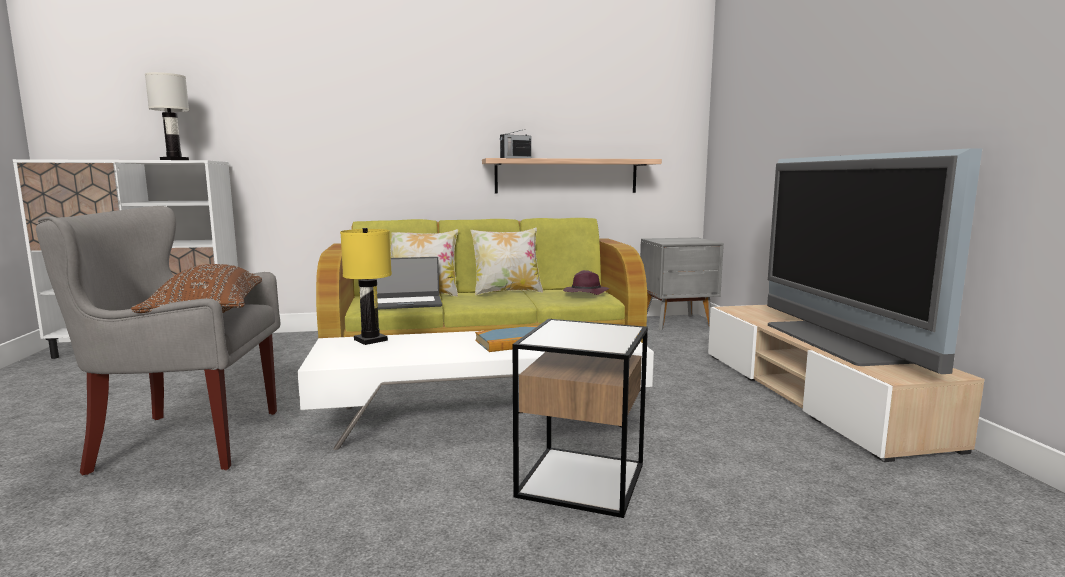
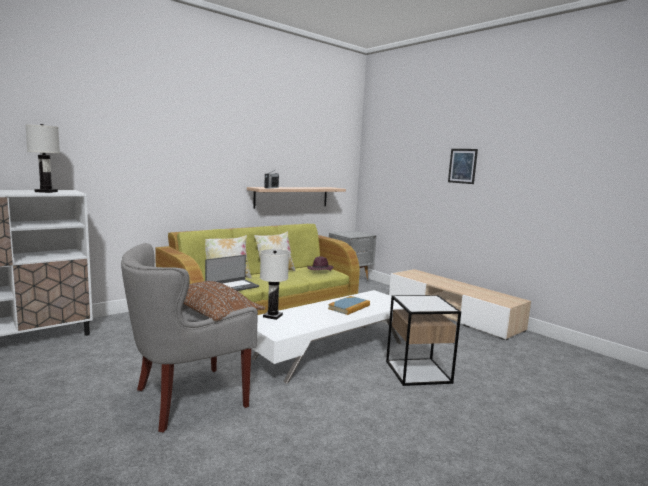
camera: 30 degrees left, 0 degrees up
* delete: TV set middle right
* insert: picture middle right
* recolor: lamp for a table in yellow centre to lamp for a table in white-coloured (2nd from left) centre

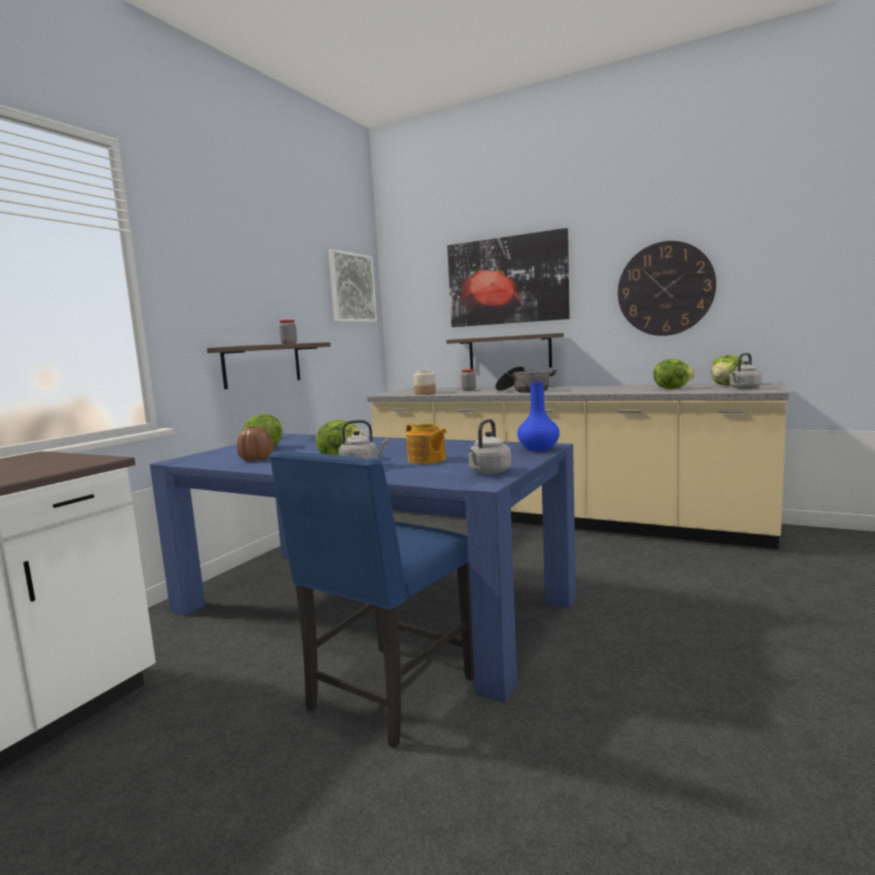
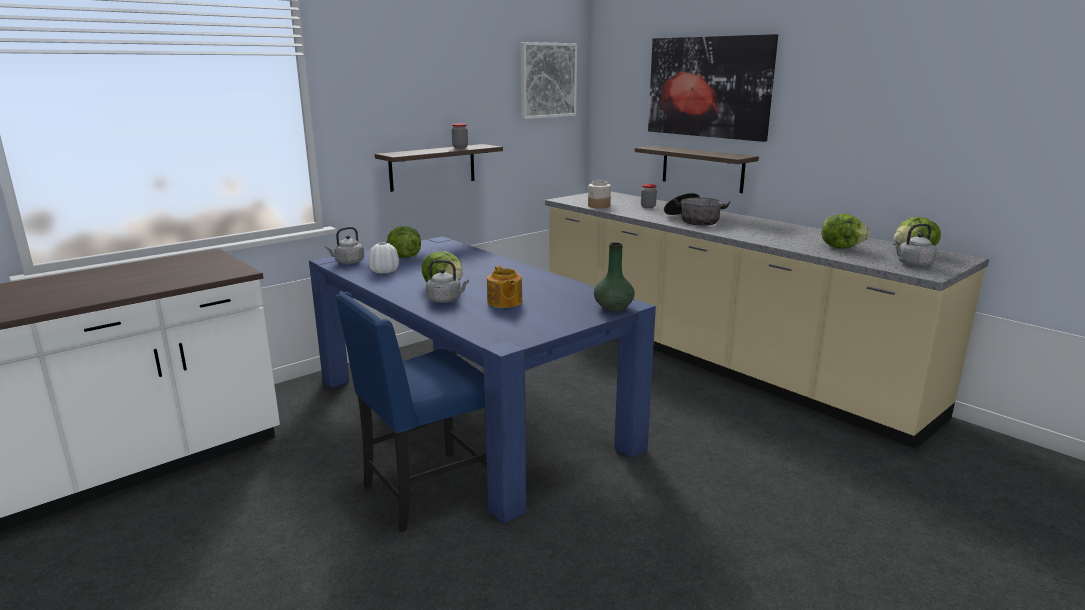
camera: 20 degrees right, 10 degrees up
* delete: clock on the wall top right
* move: tea kettle in grey (2nd from left in the first image) centre to tea kettle in grey (1st from left) middle left
* recolor: flower vase in brownish middle left to flower vase in white-coloured centre
* recolor: flower vase in blue-coloured centre to flower vase in green-coloured centre

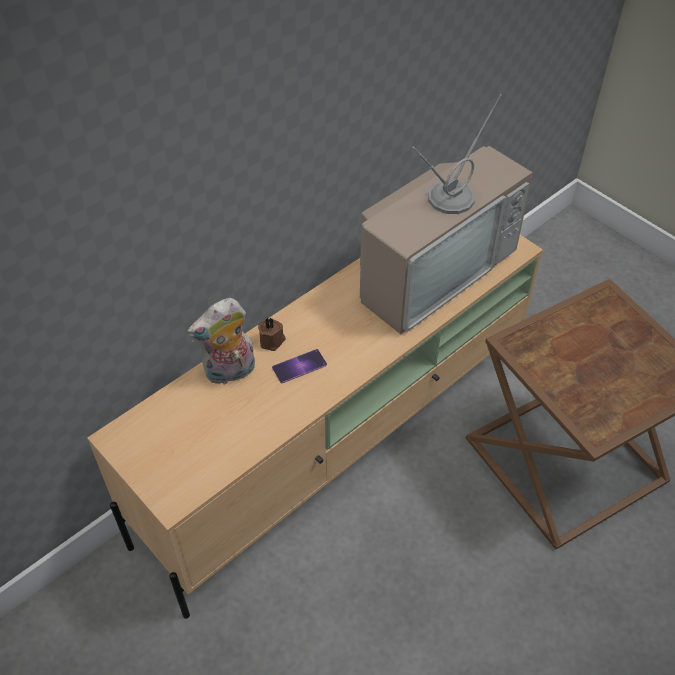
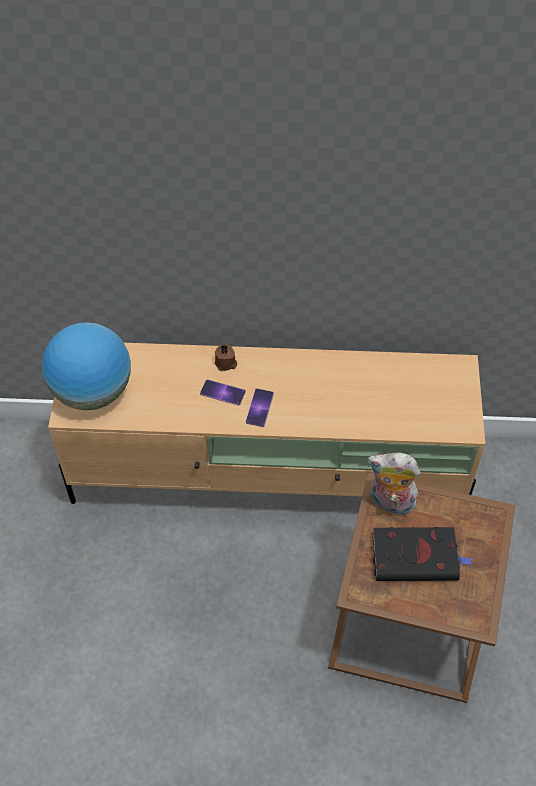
camera: 45 degrees right, 5 degrees up
* delete: TV set top centre
* insert: world globe middle left
* insert: telephone (2nd from left) centre
* insert: volume in black bottom right
* move: plush toy middle left to middle right

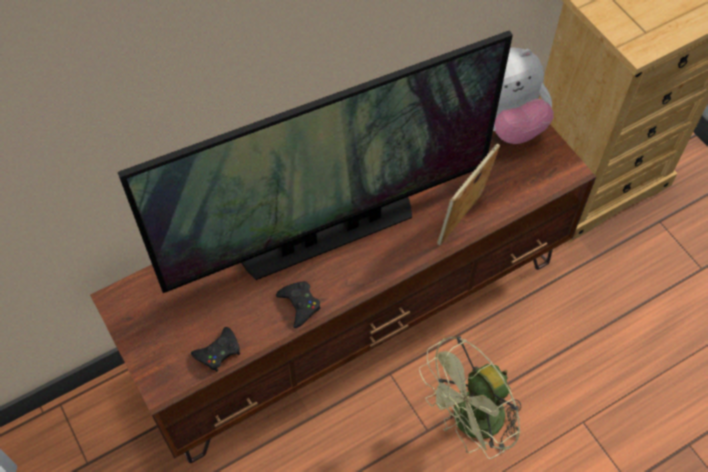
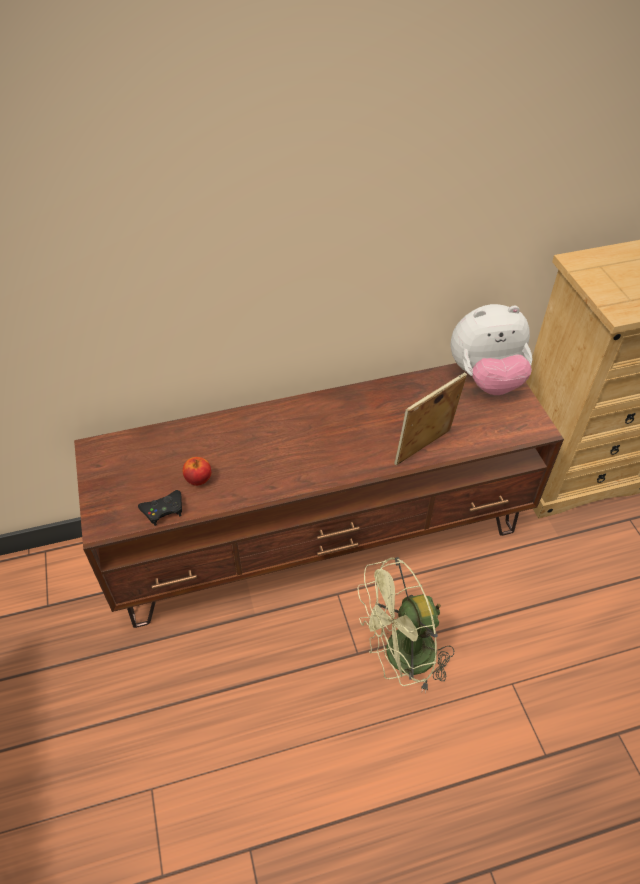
camera: 15 degrees right, 10 degrees down
* delete: TV set centre
* delete: joypad in black (2nd from left) centre
* insert: whole apple middle left

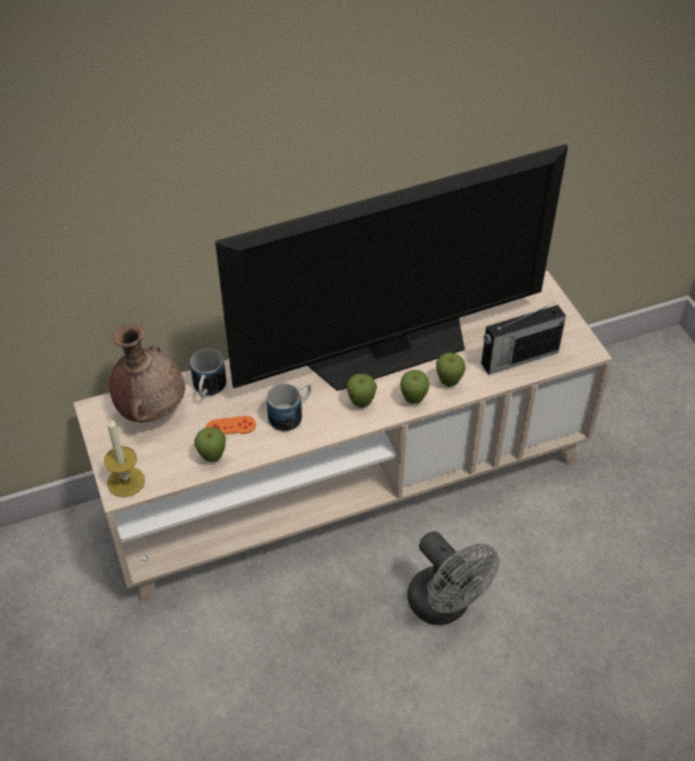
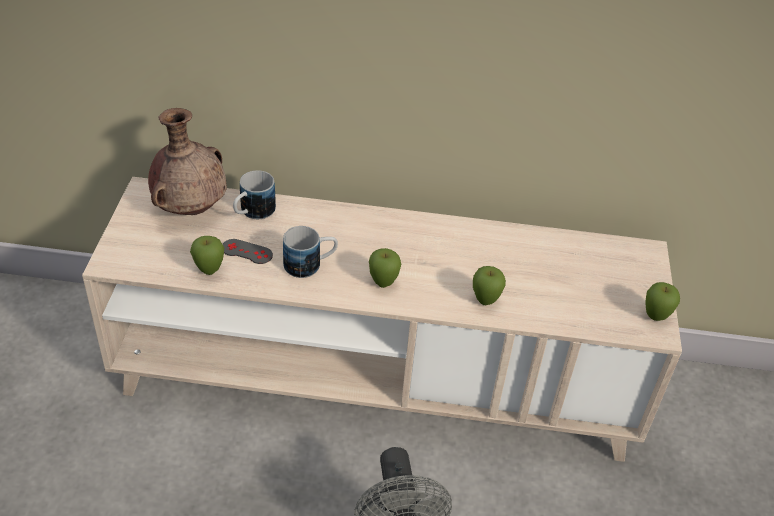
camera: 25 degrees right, 5 degrees down
* delete: wax light middle left
* delete: TV set centre
* delete: radio set middle right
* move: whole apple (3rd from left in the first image) centre to whole apple (4th from left) middle right
* recolor: joypad in orangey middle left to joypad in grey middle left

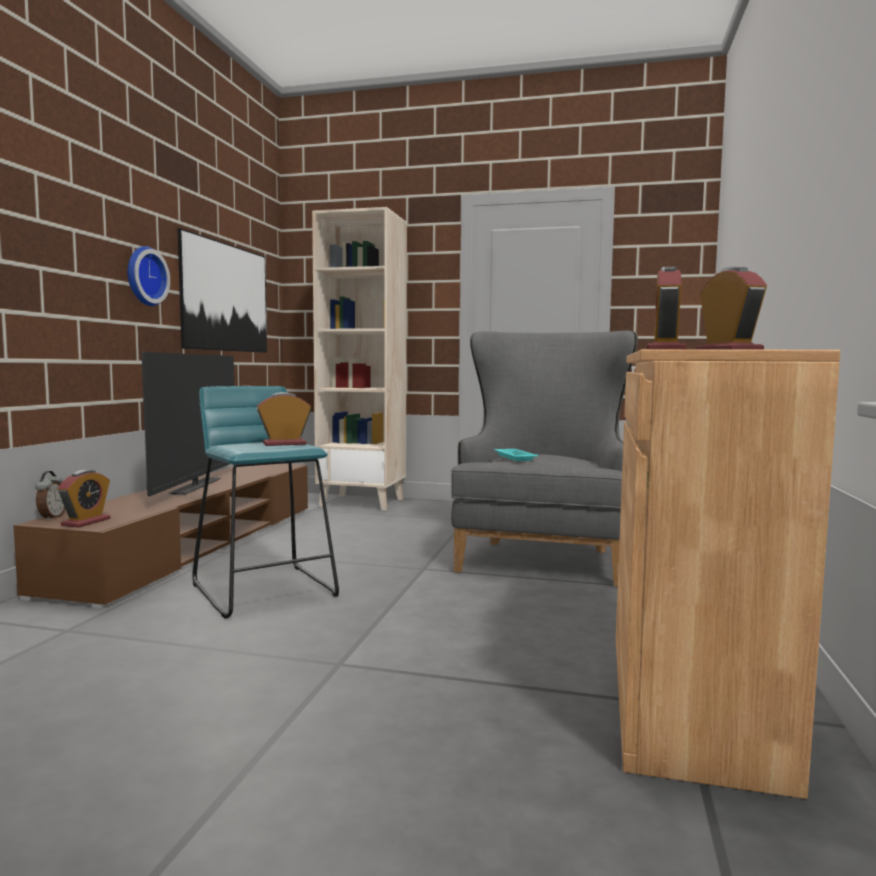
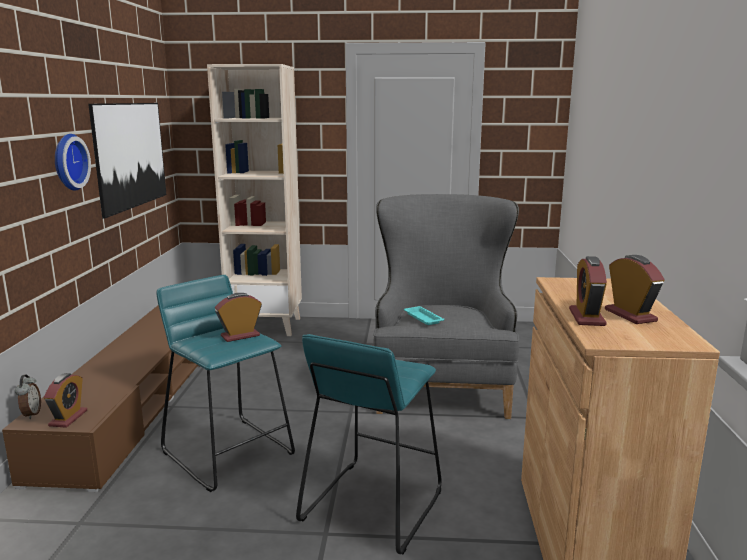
camera: 10 degrees left, 10 degrees up
* delete: TV set middle left
* insert: stool seat in turquoise (2nd from left) bottom centre

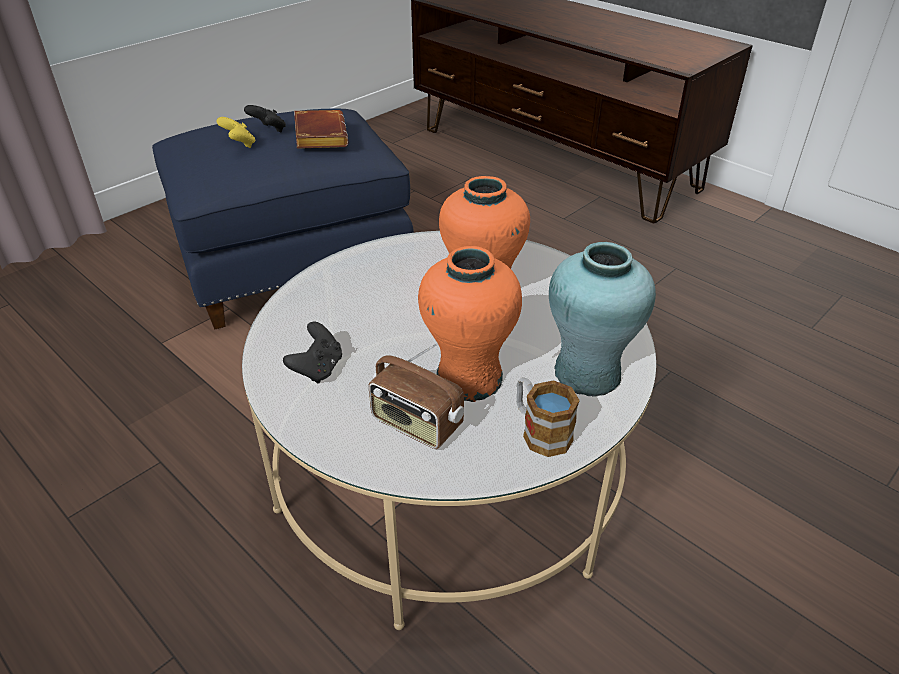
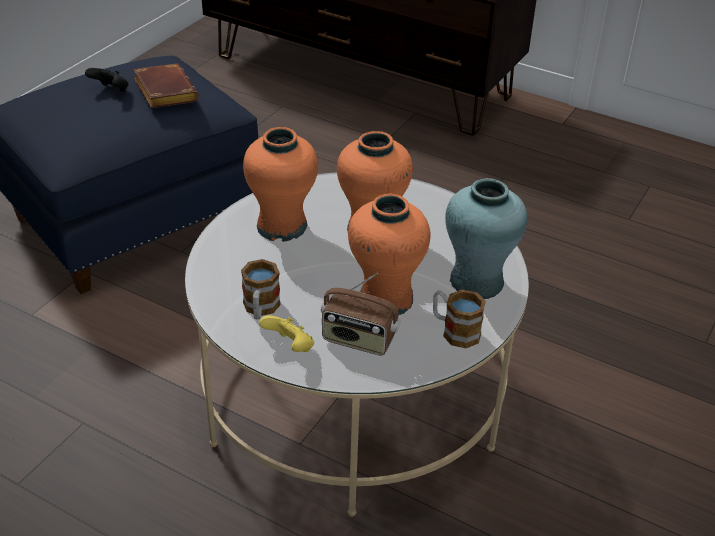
camera: 15 degrees left, 0 degrees up
* insert: flower vase in orangey (1st from left) centre
* move: joypad in yellow top left to centre
* replace: joypad in black (2nd from left) centre to mug (1st from left) centre

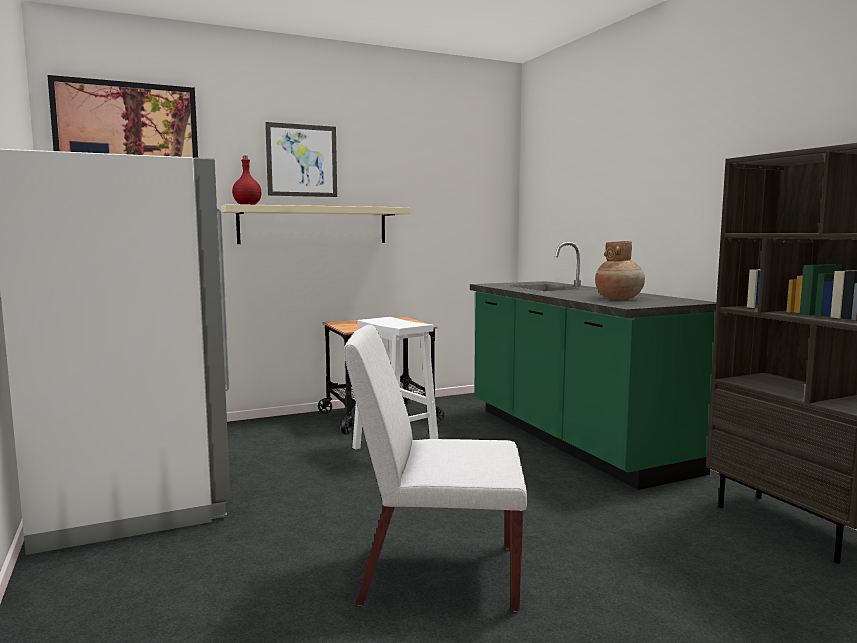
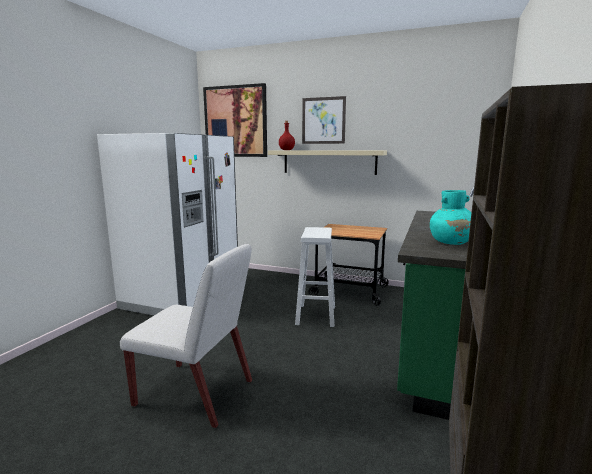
camera: 45 degrees right, 5 degrees up
* recolor: flower vase in brownish middle right to flower vase in turquoise middle right
* rotate: plain chair in white-coloured bottom centre = bottom left 150 degrees clockwise

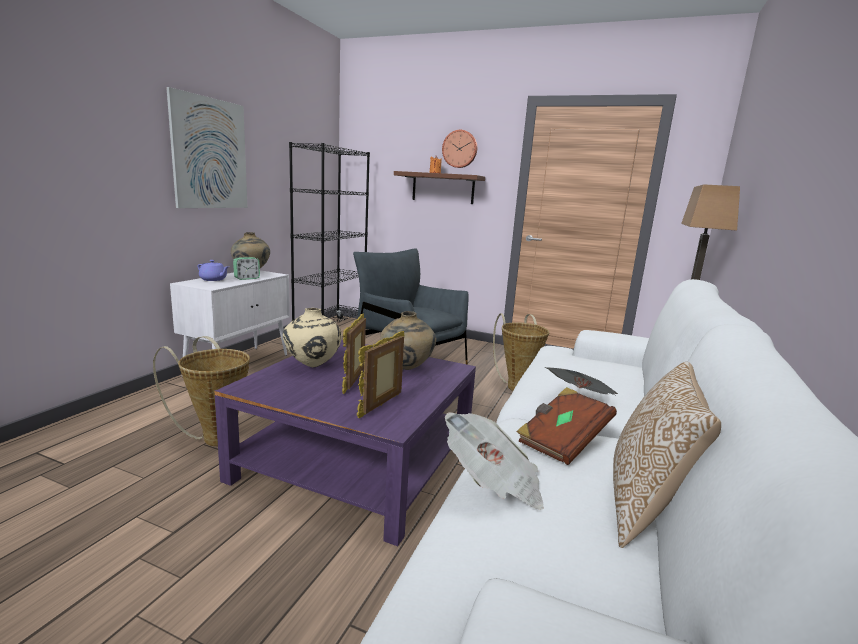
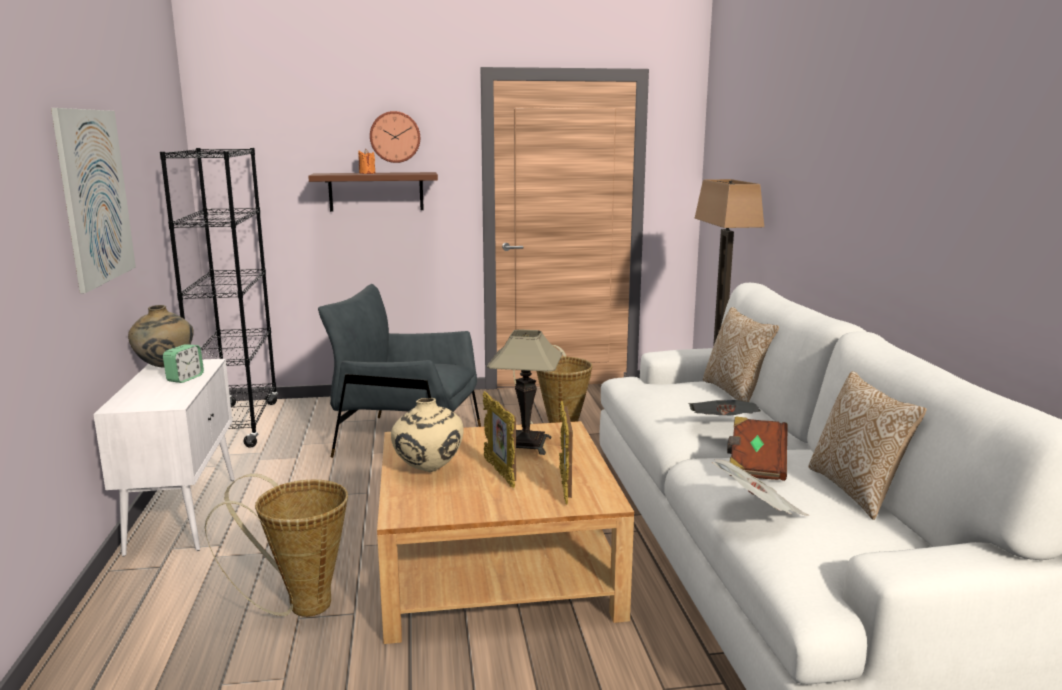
camera: 30 degrees left, 0 degrees up
* delete: tea pot in purplish middle left
* insert: pillow (1st from left) middle right
* replace: flower vase in sand-coloured (3rd from left) centre to lamp for a table centre
* recolor: lounge table in purplish bottom centre to lounge table in sand-coloured bottom centre

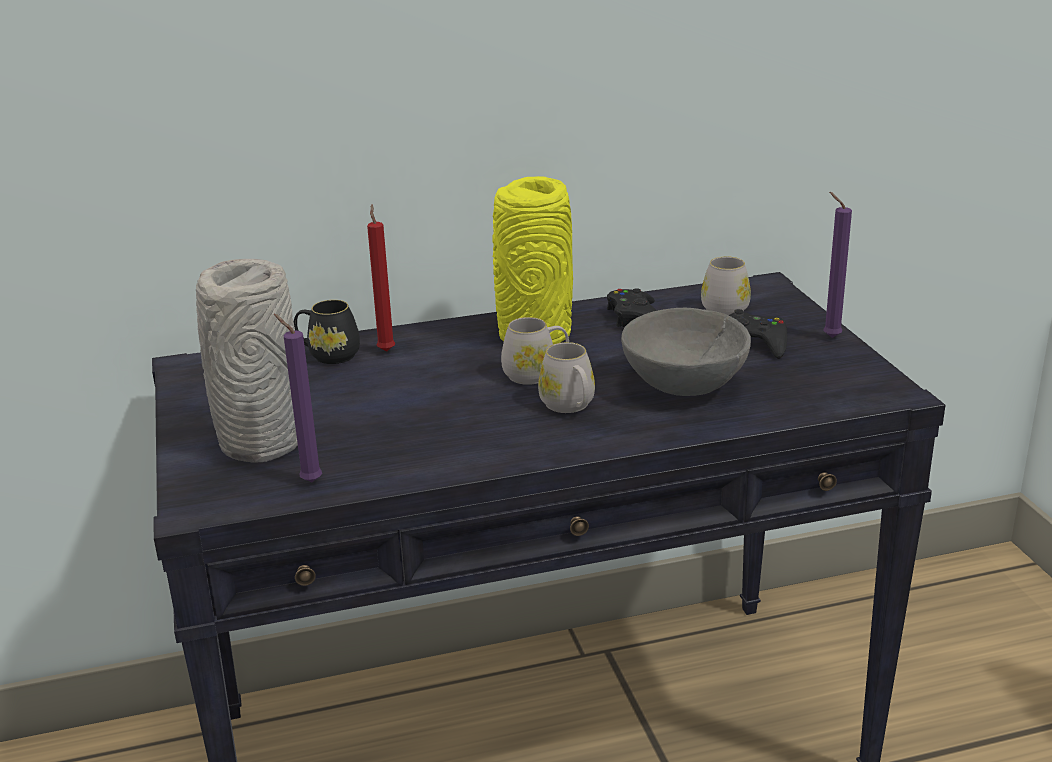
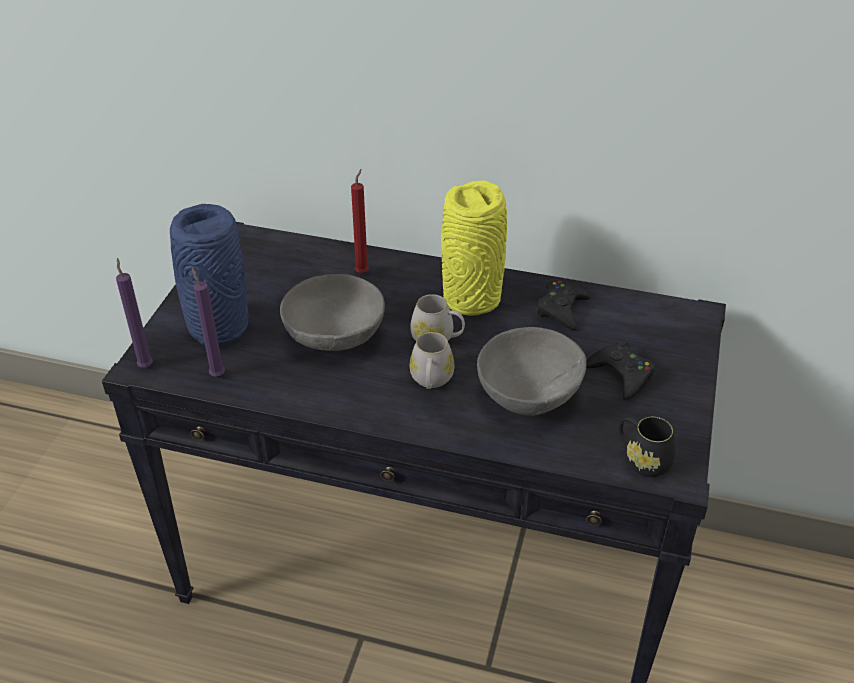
camera: 30 degrees right, 15 degrees up
* delete: mug in white-coloured (3rd from left) middle right
* insert: serving bowl in grey (1st from left) centre
* move: mug in black middle left to middle right
* move: wax light in purplish (2nd from left in the first image) middle right to wax light in purplish (1st from left) middle left
* recolor: flower vase in grey middle left to flower vase in blue-coloured middle left

